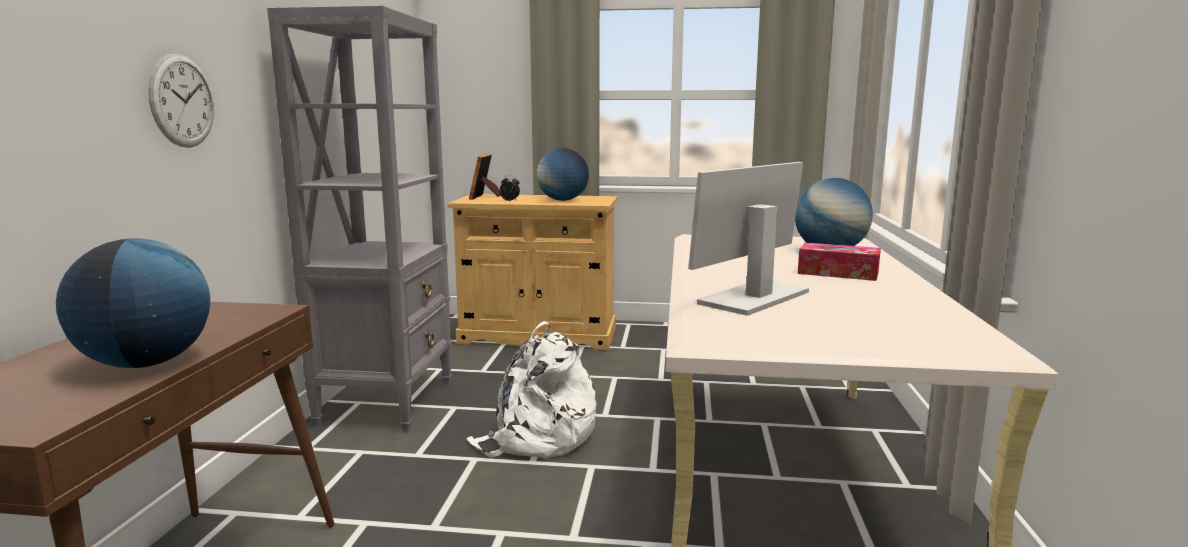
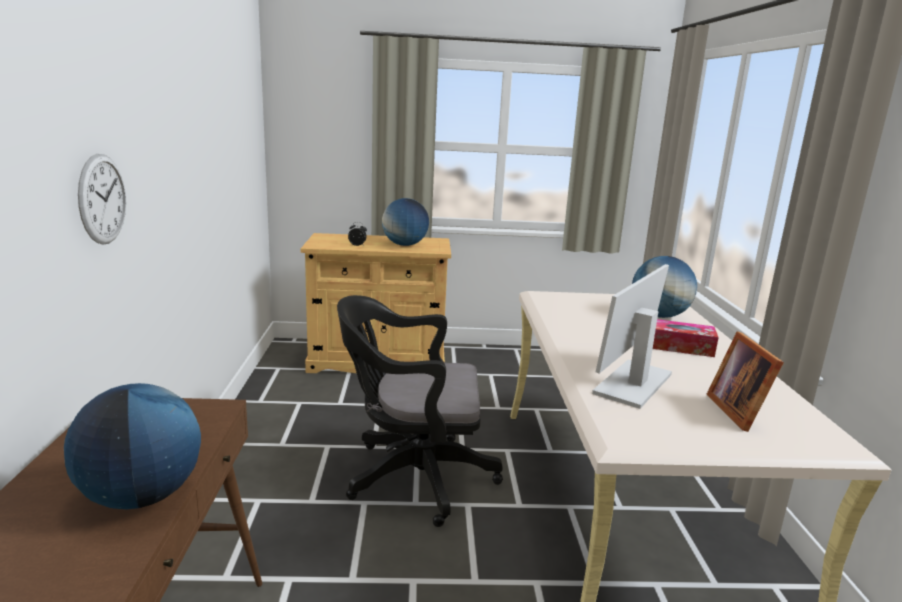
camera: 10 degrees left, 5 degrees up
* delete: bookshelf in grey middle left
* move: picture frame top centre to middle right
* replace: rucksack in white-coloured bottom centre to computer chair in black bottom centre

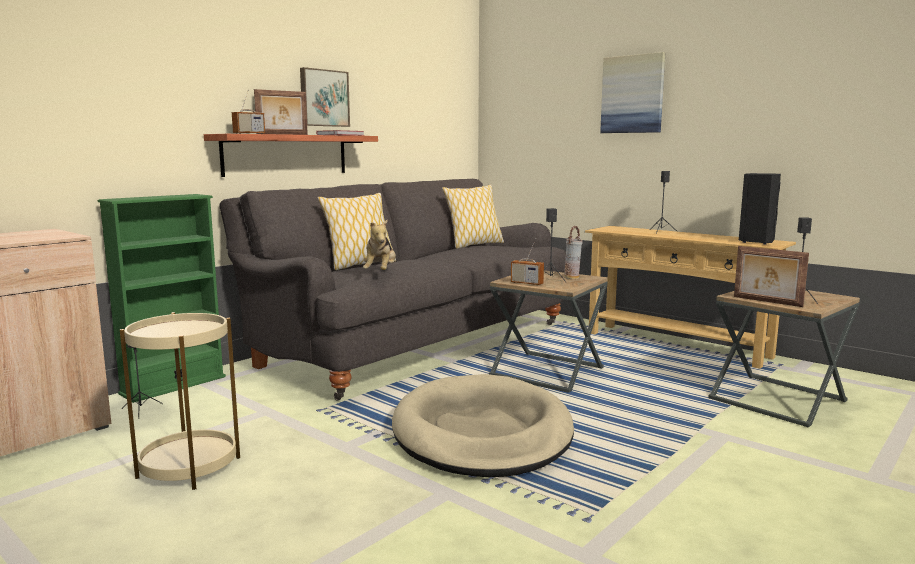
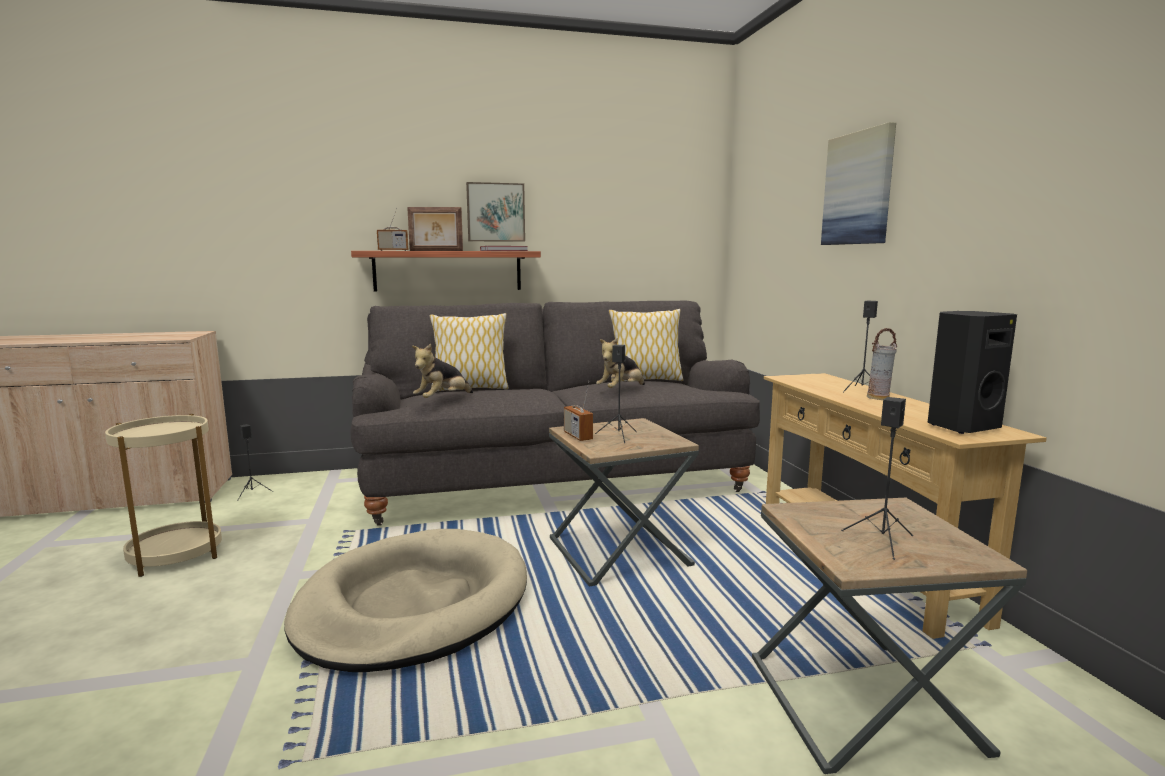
camera: 35 degrees right, 0 degrees up
* delete: bookshelf in green-coloured middle left
* delete: picture frame (2nd from left) middle right
* insert: plush toy (2nd from left) centre
* move: flower vase centre to middle right

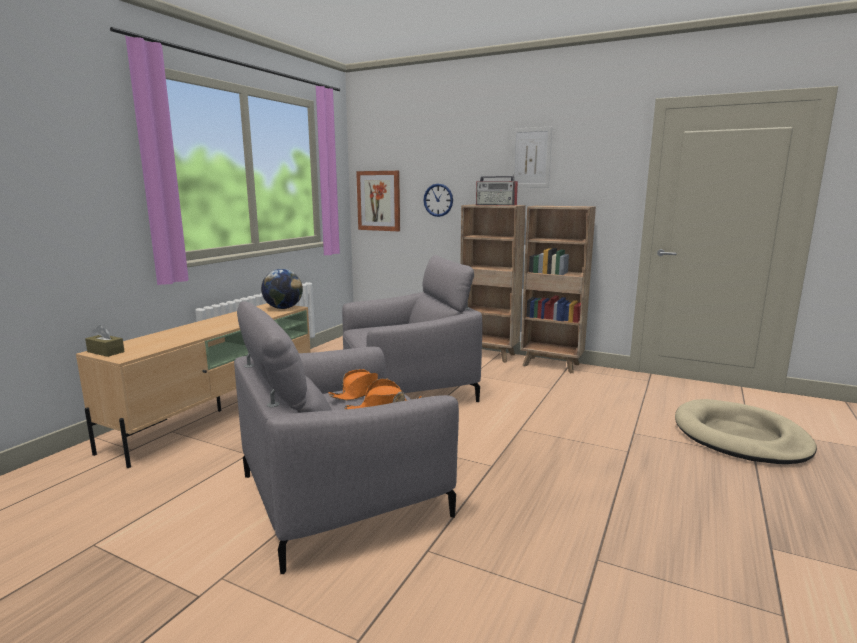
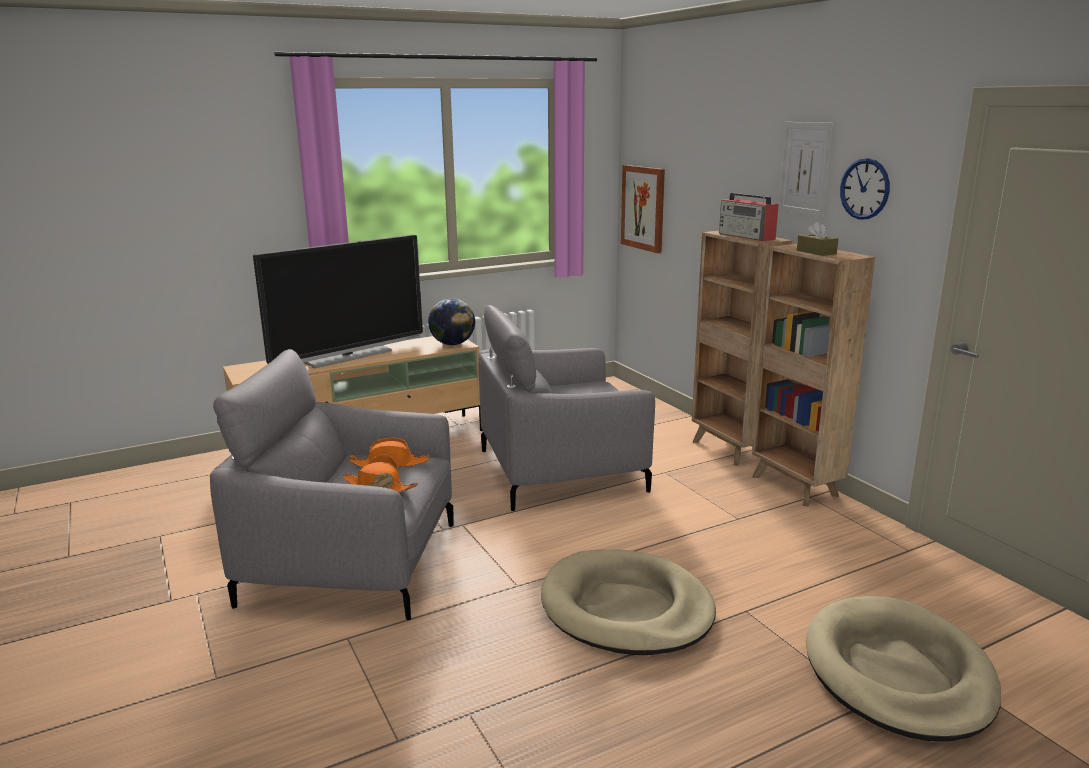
camera: 35 degrees right, 5 degrees up
* insert: TV set middle left
* insert: dog cushion in sand-coloured (1st from left) bottom centre
* move: box of tissues in brownish middle left to top right
* move: clock on the wall top centre to top right
* rotate: lounge chair in grey (2nd from left) centre = centre 150 degrees clockwise

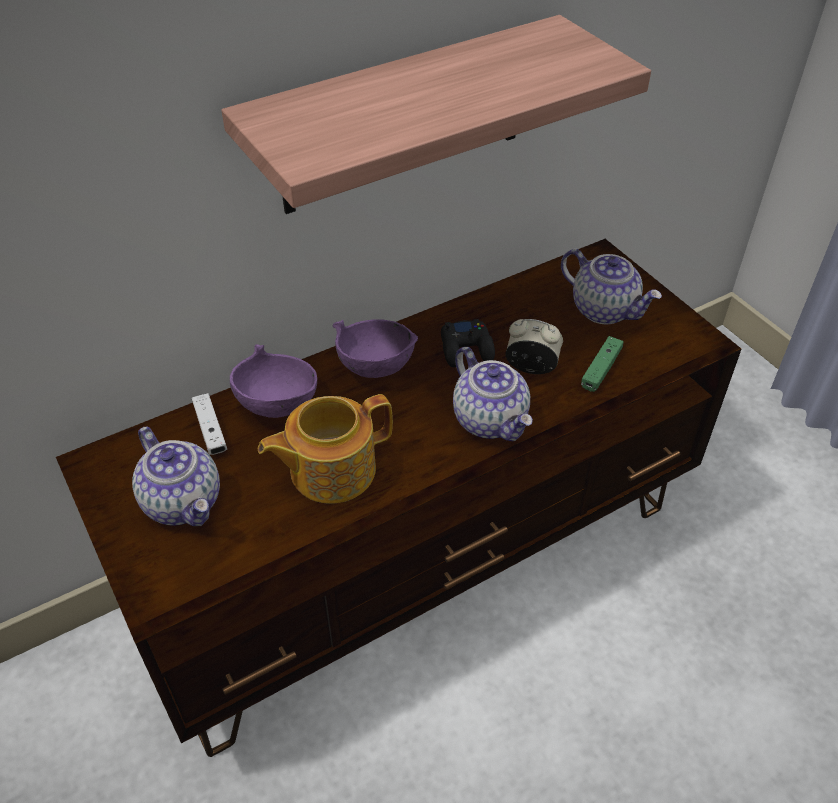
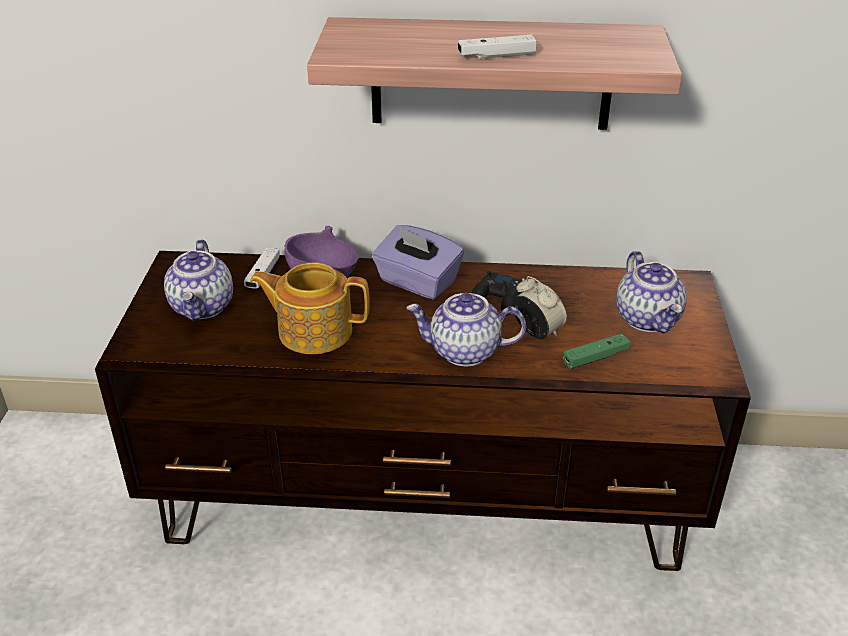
camera: 35 degrees right, 10 degrees down
* insert: joypad in white-coloured (2nd from left) top centre
* replace: serving bowl in purplish (2nd from left) centre to box of tissues in purplish centre
* rotate: tea pot (3rd from left) centre = centre 90 degrees clockwise

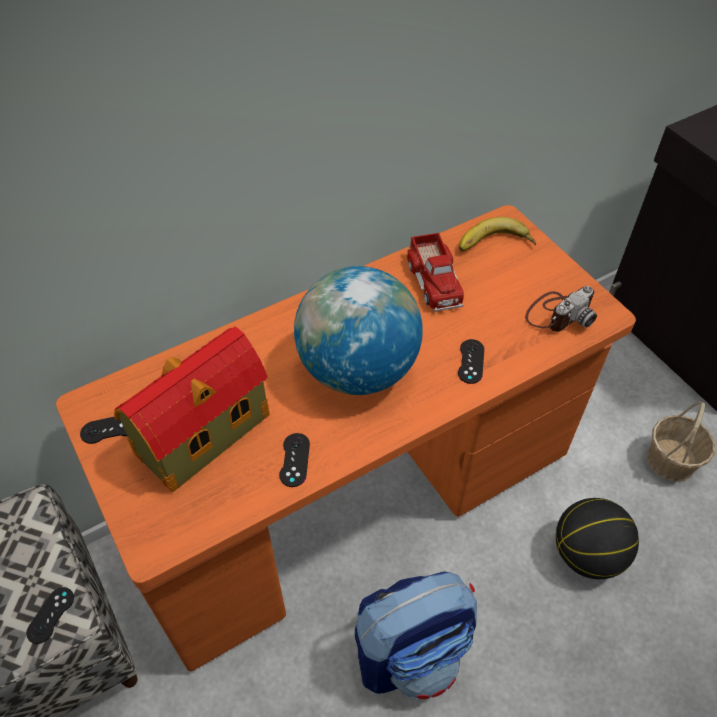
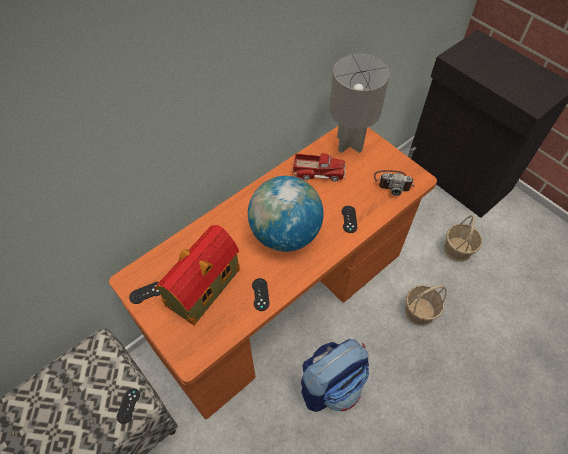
camera: 10 degrees left, 5 degrees up
* replace: banana top right to lamp for a table in grey top centre
* replace: ball for basketball bottom right to basket (1st from left) bottom right
* rotate: model truck centre = centre 60 degrees counterclockwise
* rotate: still camera middle right = middle right 60 degrees clockwise

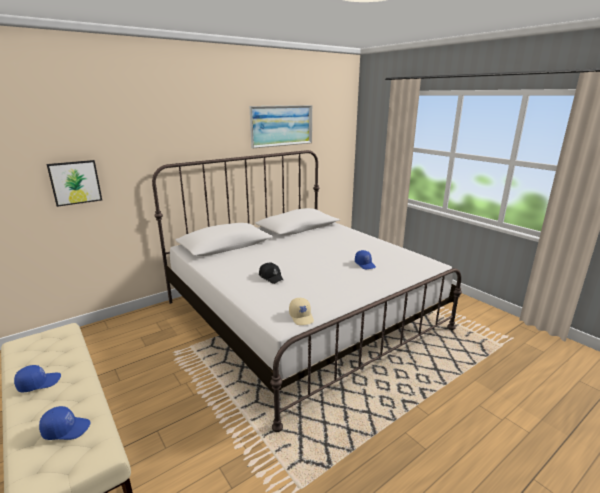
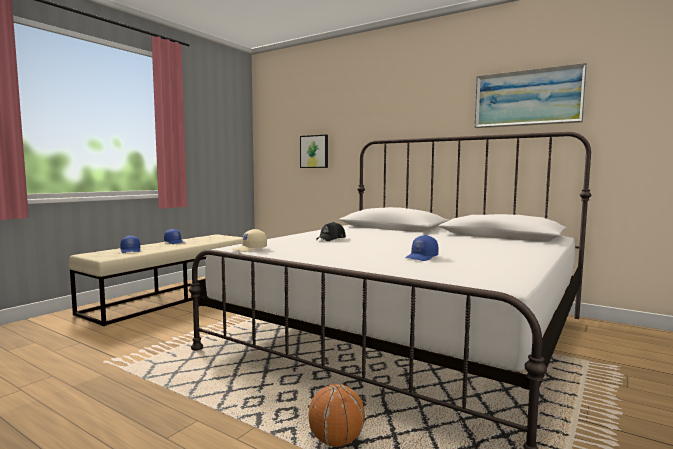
camera: 70 degrees right, 15 degrees down
* insert: ball for basketball bottom centre

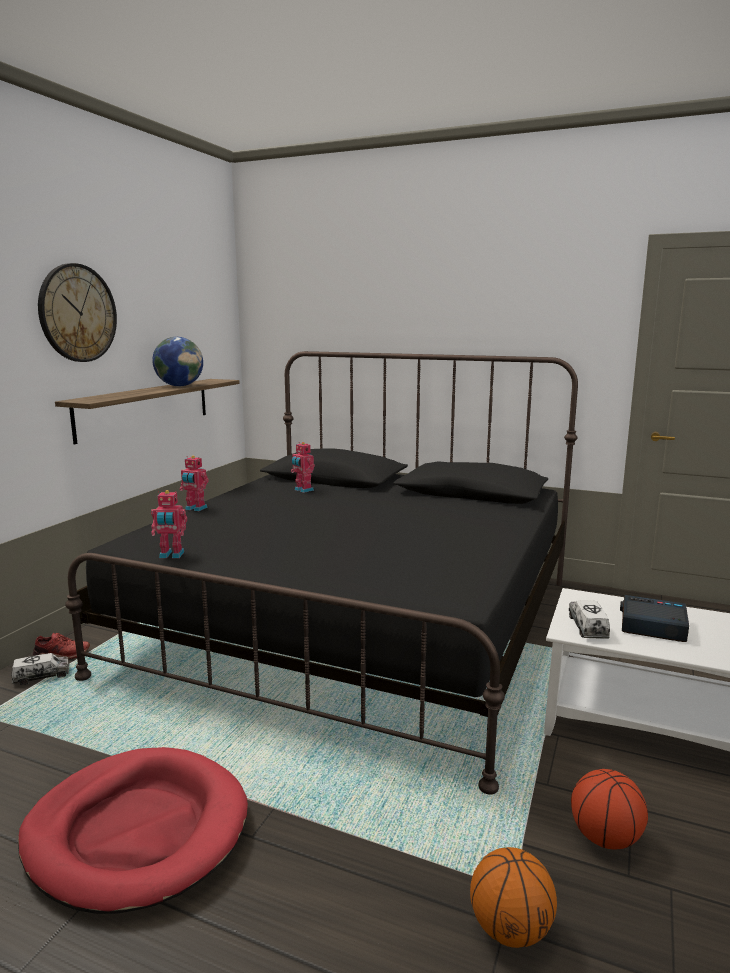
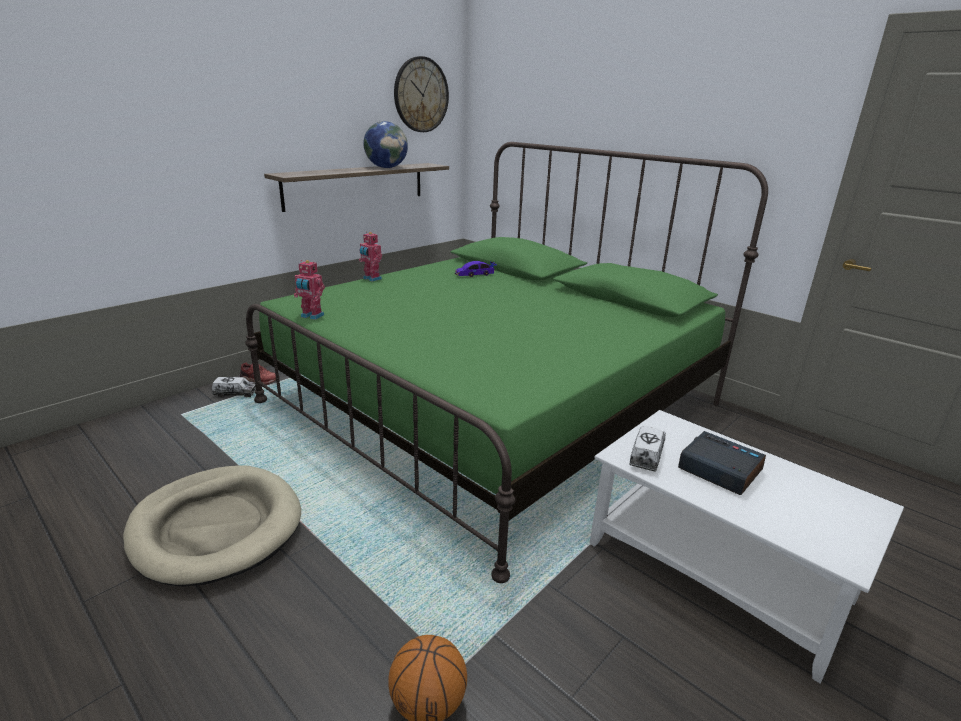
camera: 20 degrees right, 10 degrees up
* delete: ball for basketball (2nd from left) bottom right
* move: clock on the wall top left to top centre
* replace: toy robot (3rd from left) centre to model car centre
* recolor: dog cushion in red-coloured bottom left to dog cushion in sand-coloured bottom left
* recolor: bedroom bed in black centre to bedroom bed in green-coloured centre

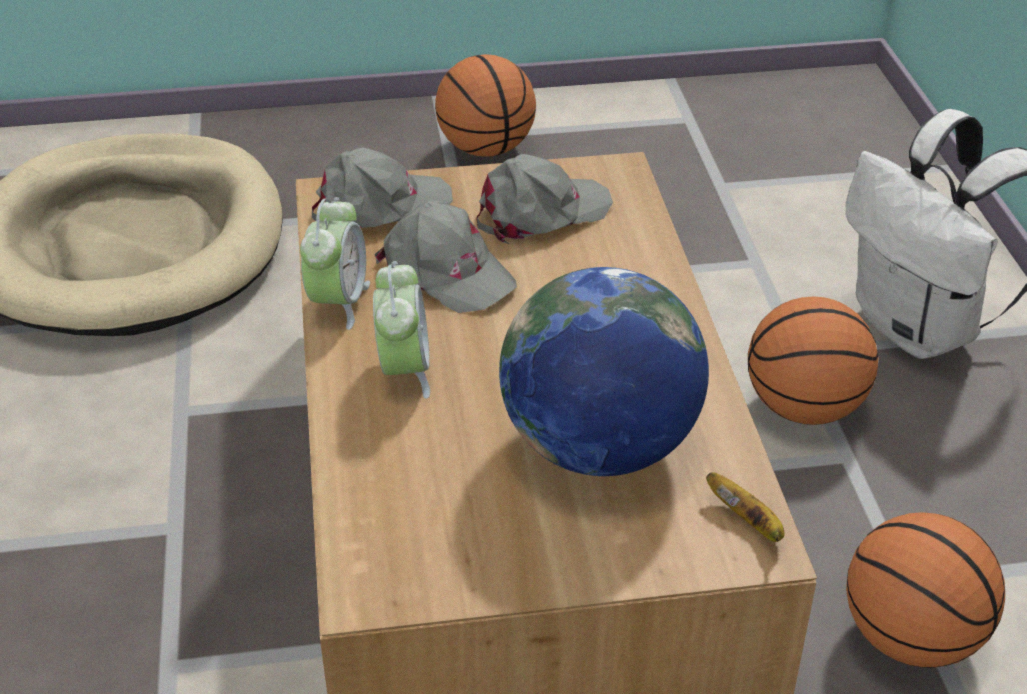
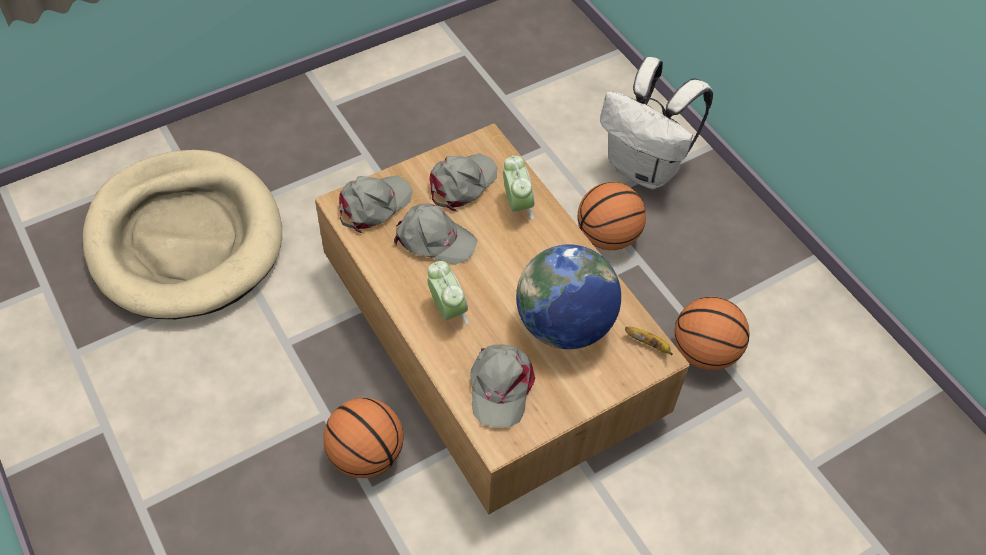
camera: 25 degrees left, 15 degrees up
* insert: peaked cap in grey (4th from left) bottom centre
* move: alarm clock (1st from left in the first image) middle left to alarm clock (2nd from left) centre
* move: ball for basketball (1st from left) top centre to bottom centre

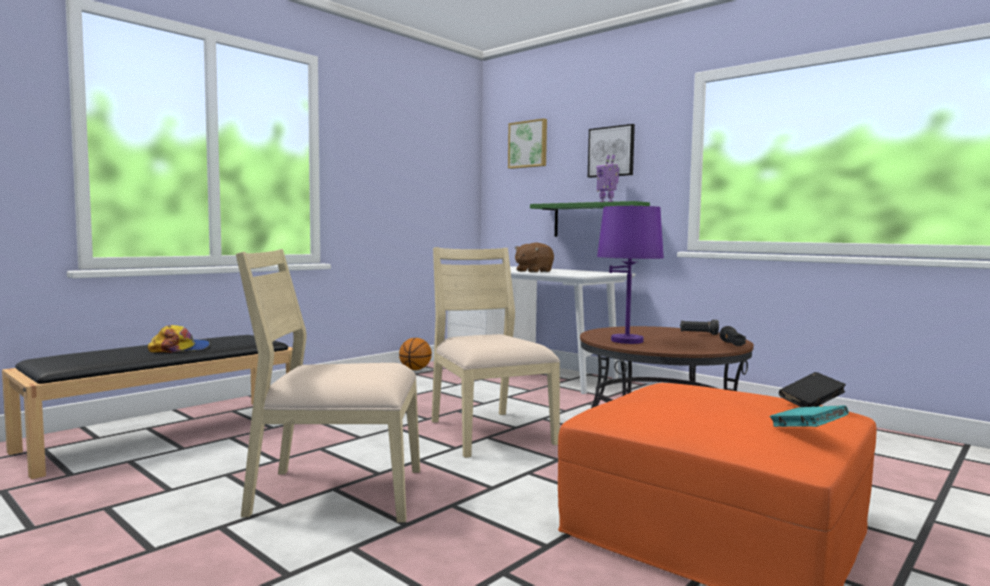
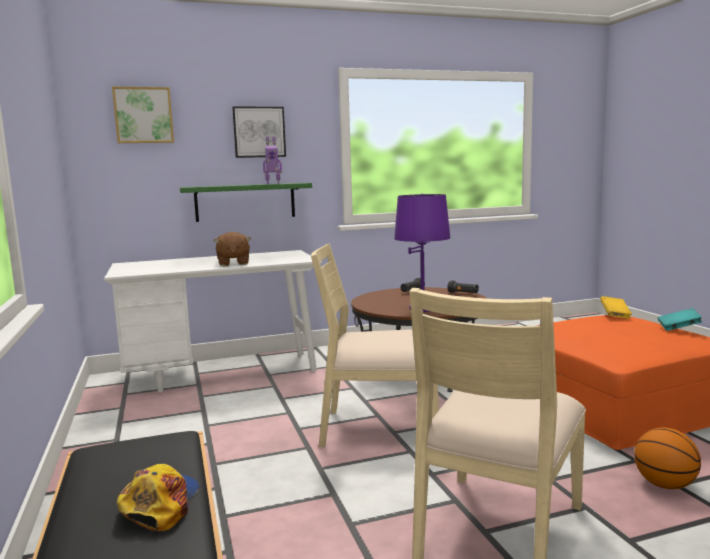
camera: 60 degrees left, 5 degrees up
* move: ball for basketball centre to bottom right
* recolor: volume in black middle right to volume in yellow middle right

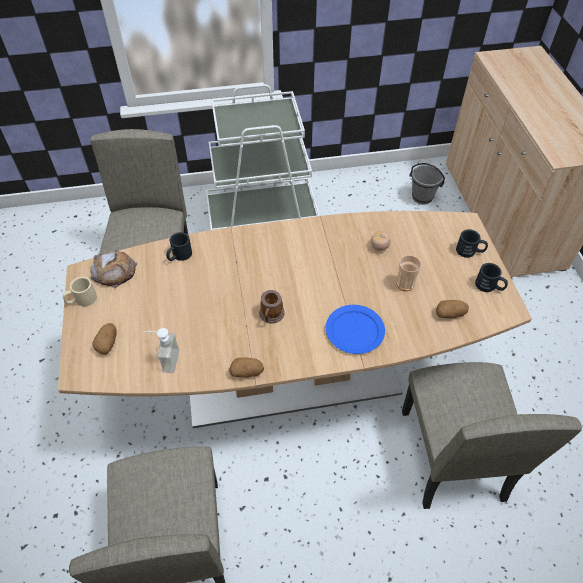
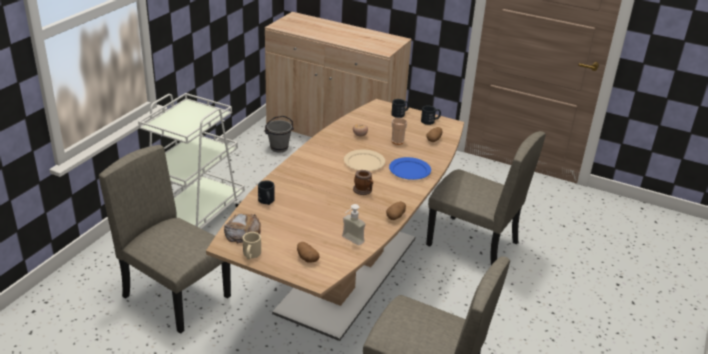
camera: 55 degrees left, 20 degrees down
* insert: flat dish in sand-coloured centre

